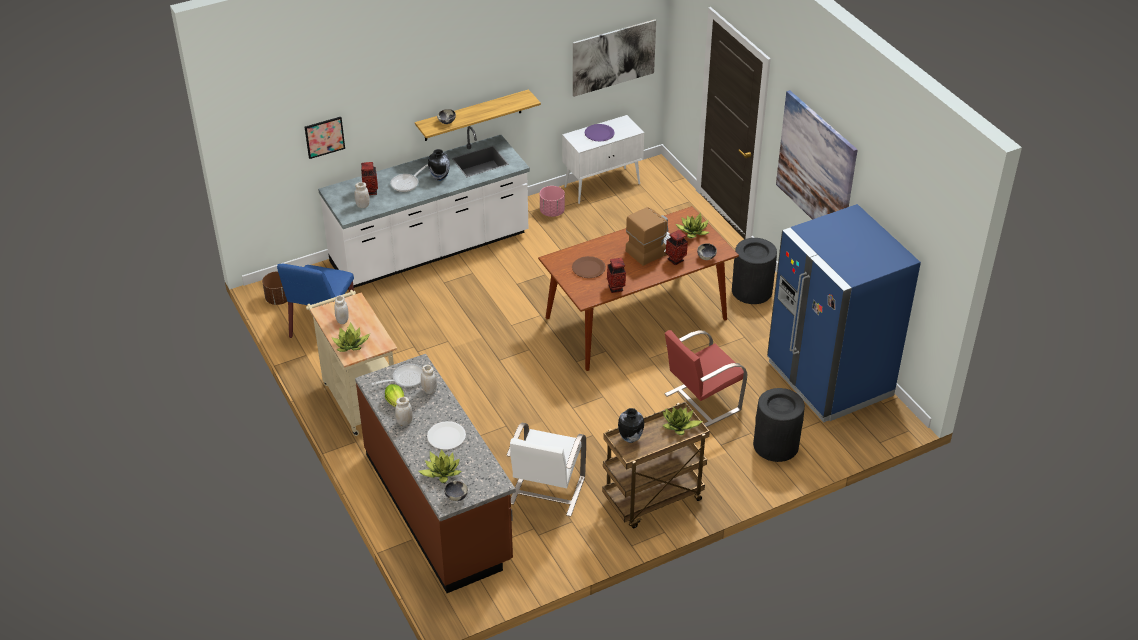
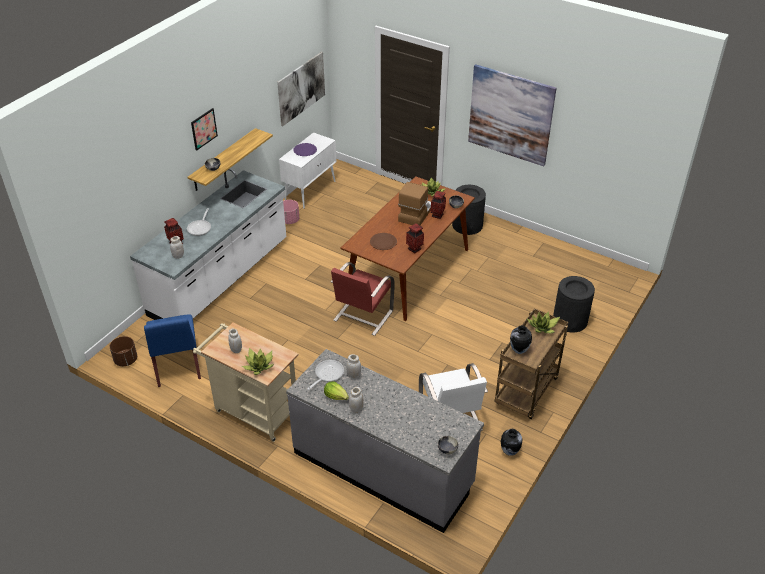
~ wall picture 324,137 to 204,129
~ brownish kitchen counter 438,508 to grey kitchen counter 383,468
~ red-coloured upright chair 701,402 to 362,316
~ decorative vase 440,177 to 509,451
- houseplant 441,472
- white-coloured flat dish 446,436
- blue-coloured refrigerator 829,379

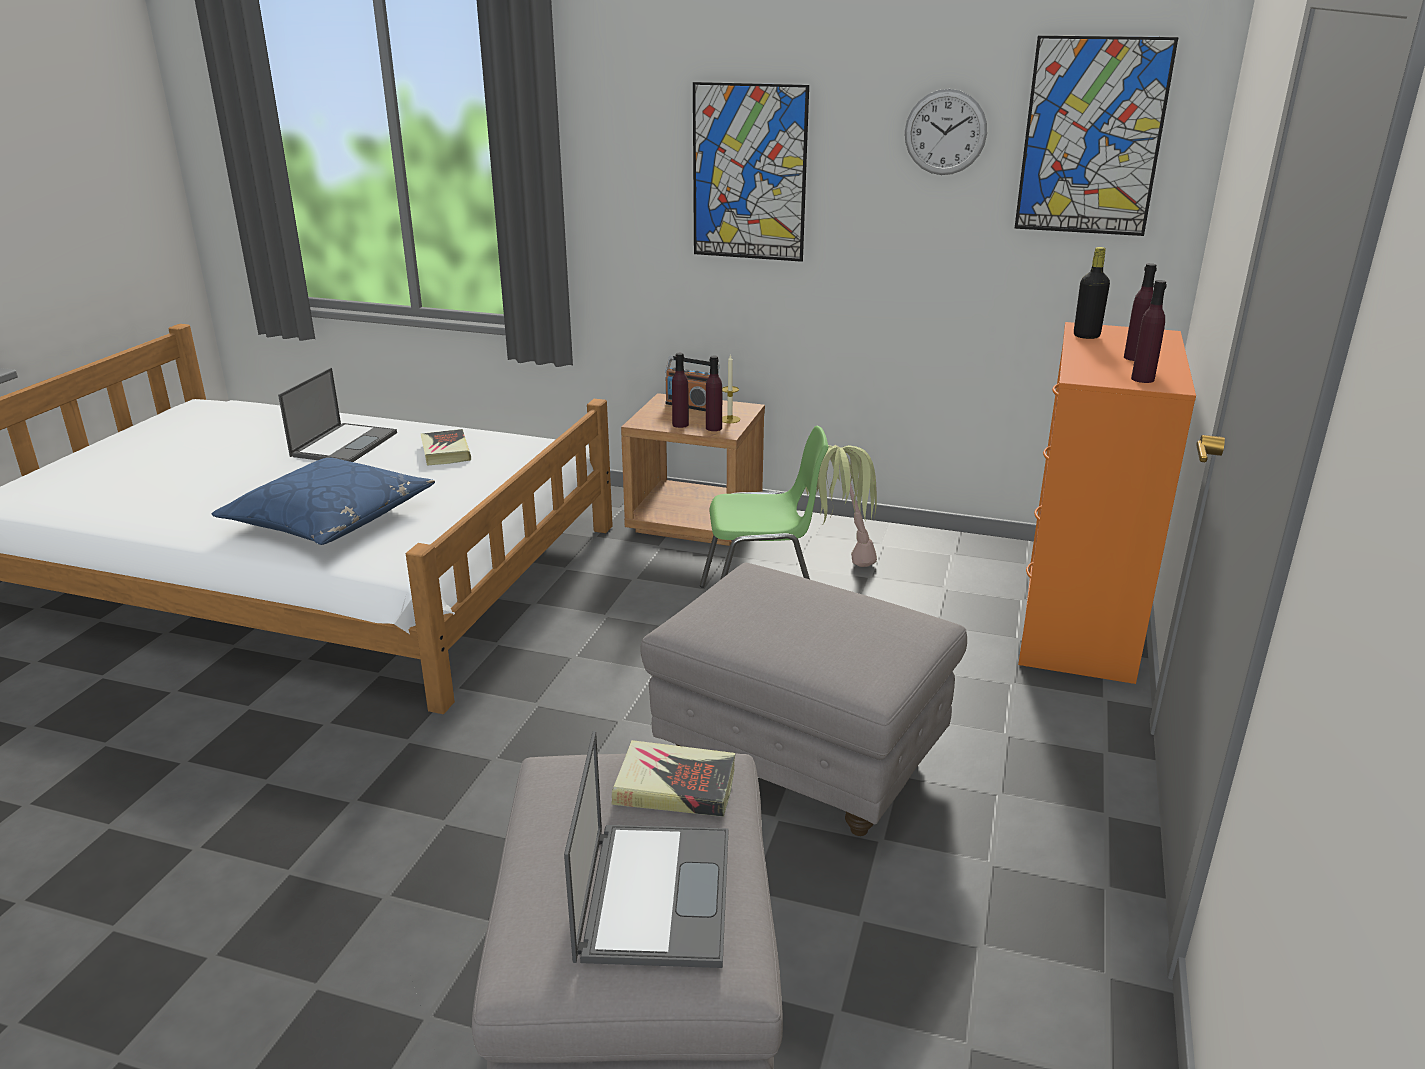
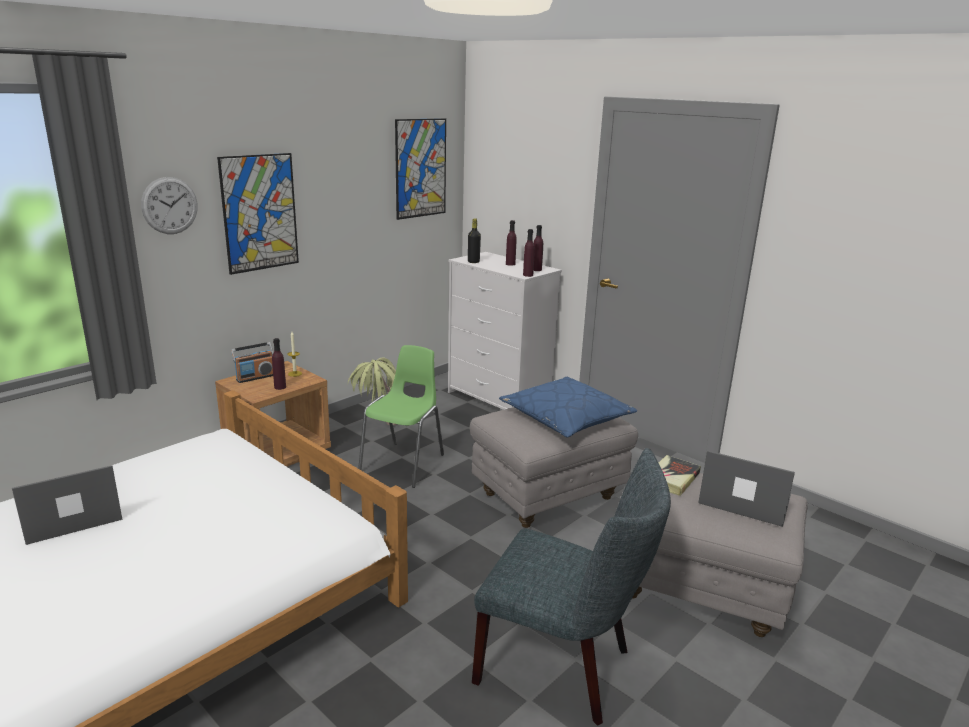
~ laptop 344,444 = 71,516 75 degrees counterclockwise
~ hanging clock 945,132 to 170,205
~ orange chest of drawers 1078,625 to white-coloured chest of drawers 499,399
+ grey upright chair 563,667
~ blue-coloured cushion 330,519 to 565,418
~ purplish drink bottle 714,428 to 528,275
- volume 445,452

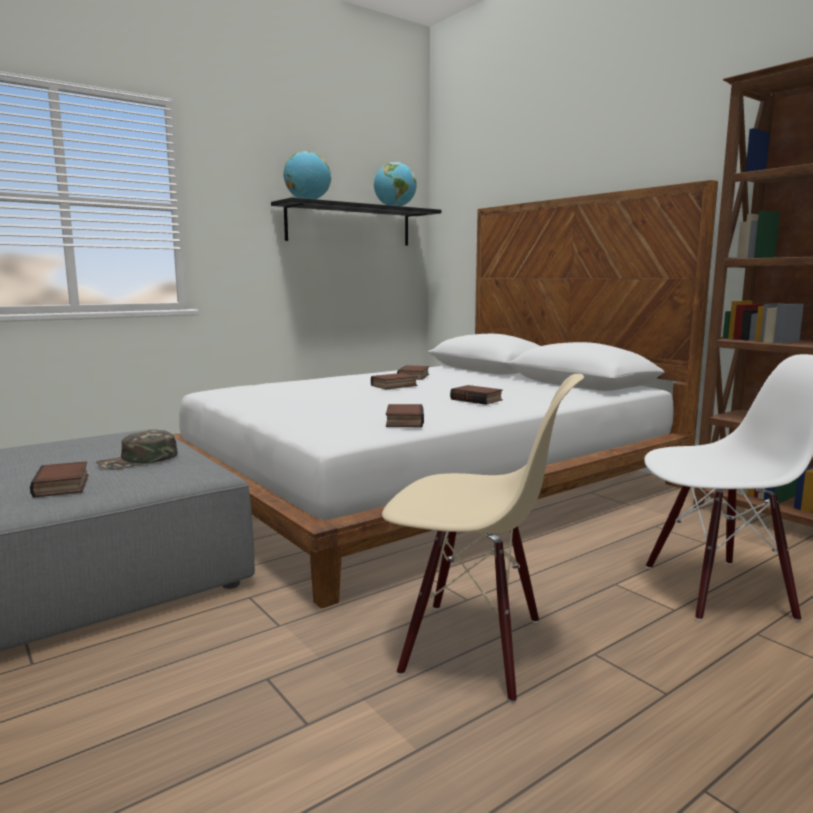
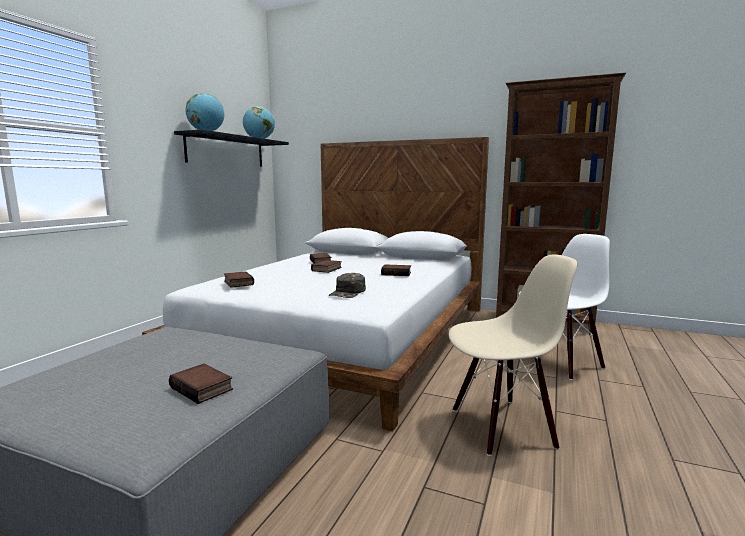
~ volume 403,421 to 237,283
~ greenish peaked cap 138,460 to 348,292

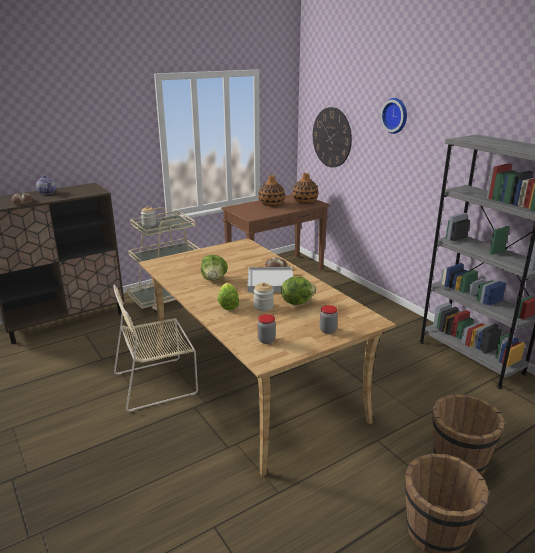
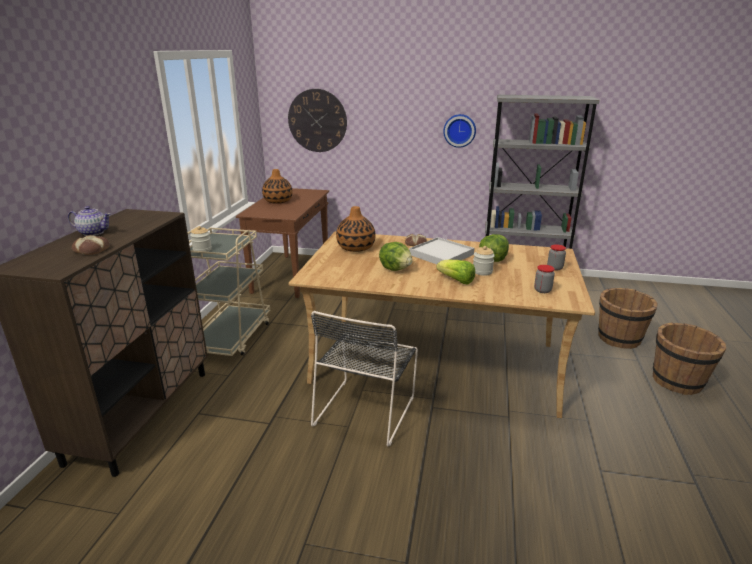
~ beige-coloured upright chair 158,382 to black-coloured upright chair 366,408
~ decorative vase 304,201 to 355,247
~ hanging clock 396,115 to 459,130

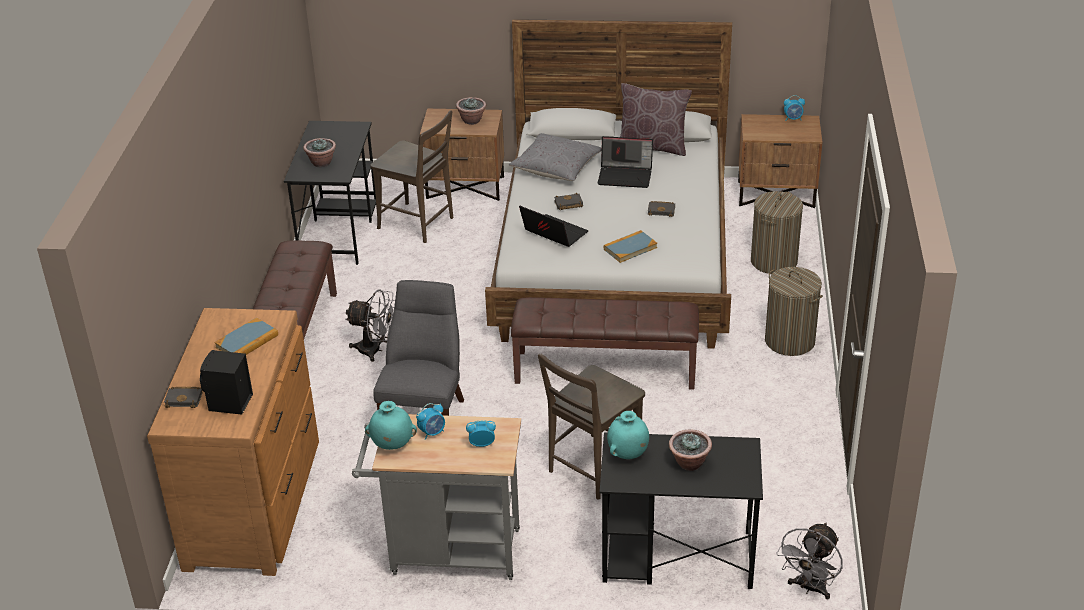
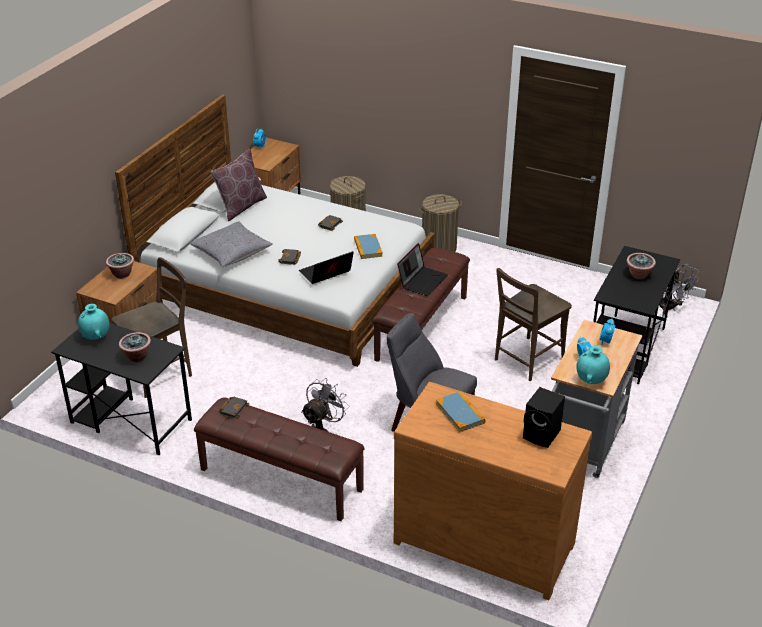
~ turquoise decorative vase 627,455 to 96,337
~ black-coloured volume 185,399 to 233,408
~ laptop 626,176 to 422,280
~ brownish upright chair 592,469 = 526,360 75 degrees clockwise

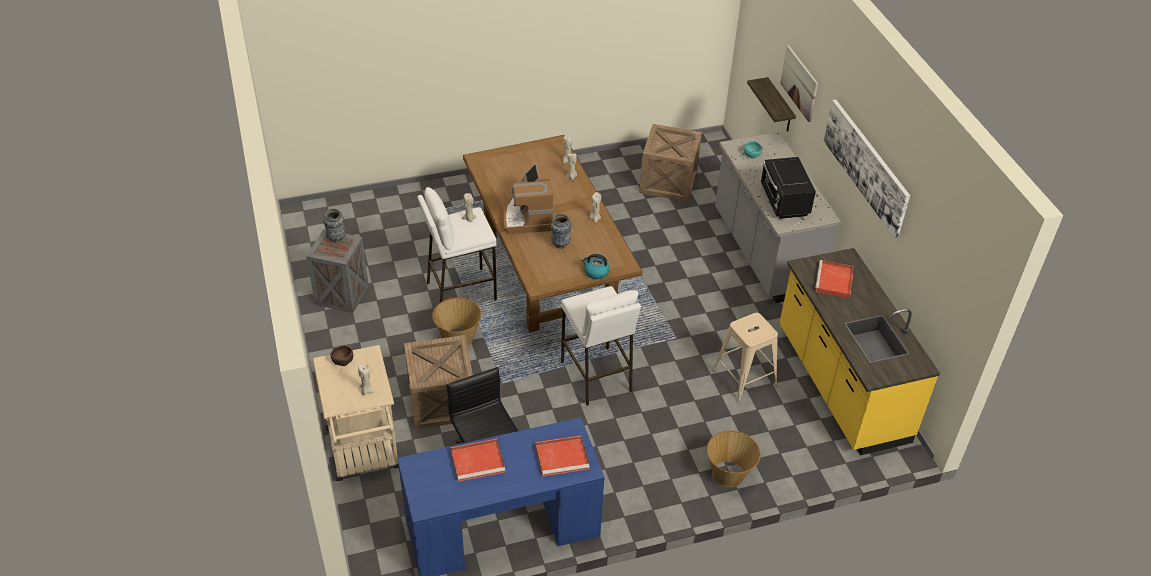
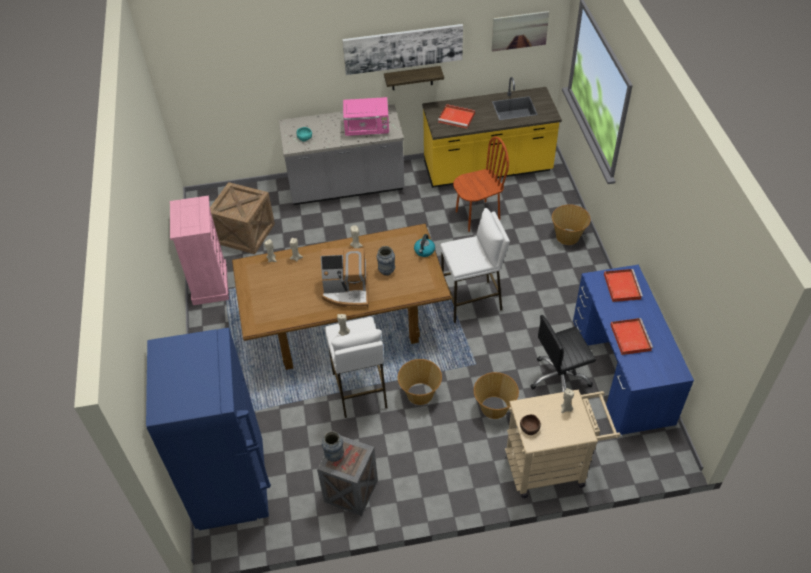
+ blue-coloured refrigerator 232,485
+ pinkish chest of drawers 210,284
~ black-coloured microwave 784,202 to pinkish microwave 367,128
~ bracket shelf 780,106 to 412,78
~ beige-coloured stool 744,377 to brownish upright chair 477,216
~ shipping crate 441,401 to basket 494,408
~ wall picture 799,83 to 519,31

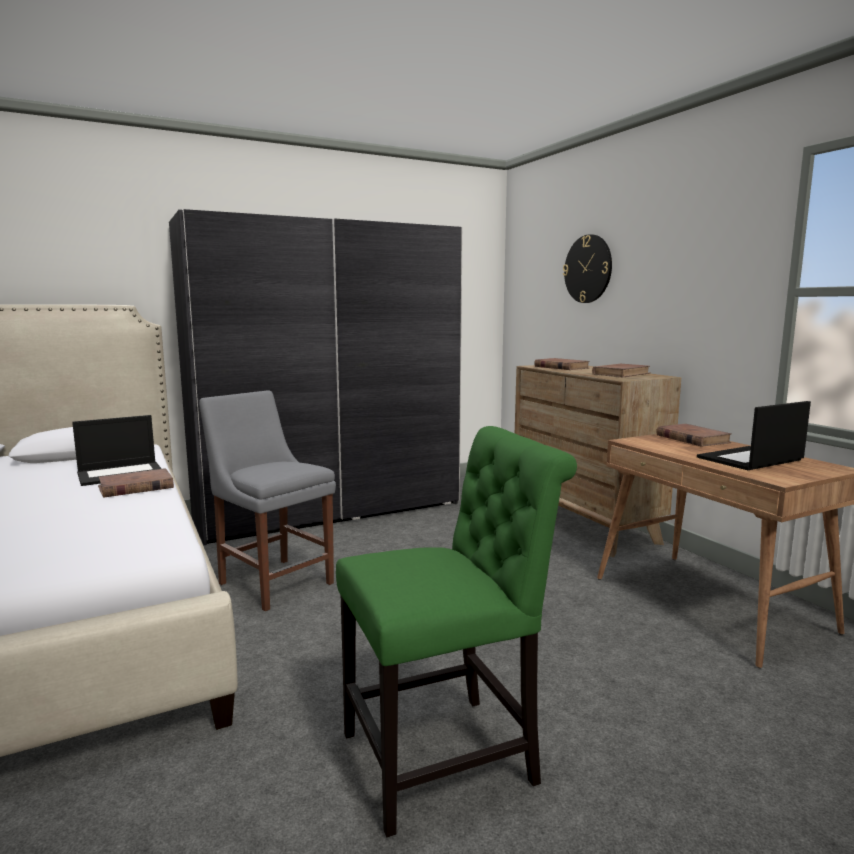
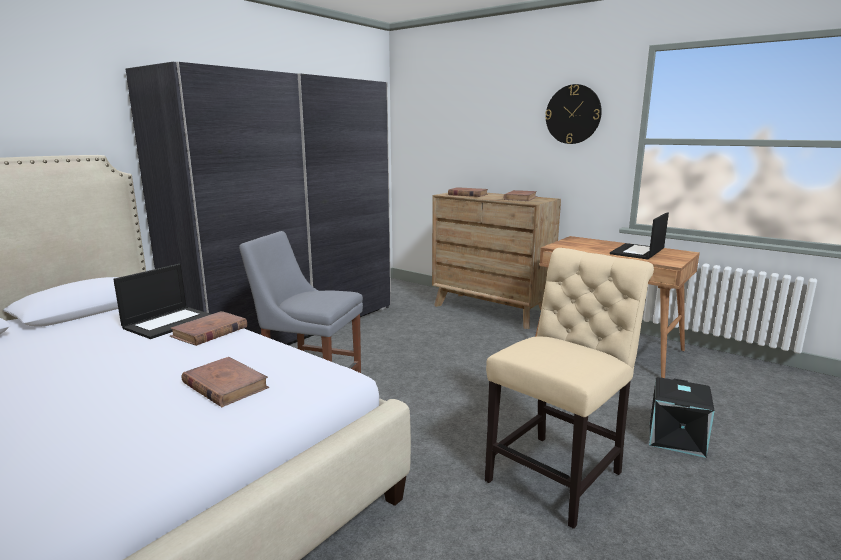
~ brownish volume 692,439 to 225,385
~ greenish upright chair 448,756 to beige-coloured upright chair 558,474
~ hanging clock 588,269 to 573,114
+ black-coloured storage container 677,438

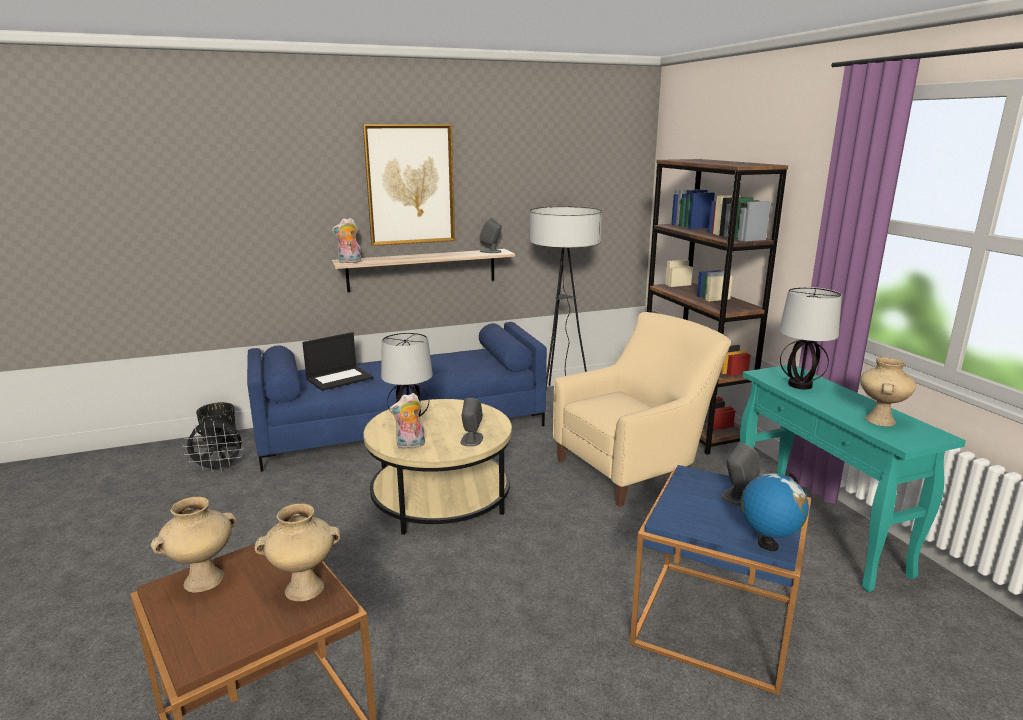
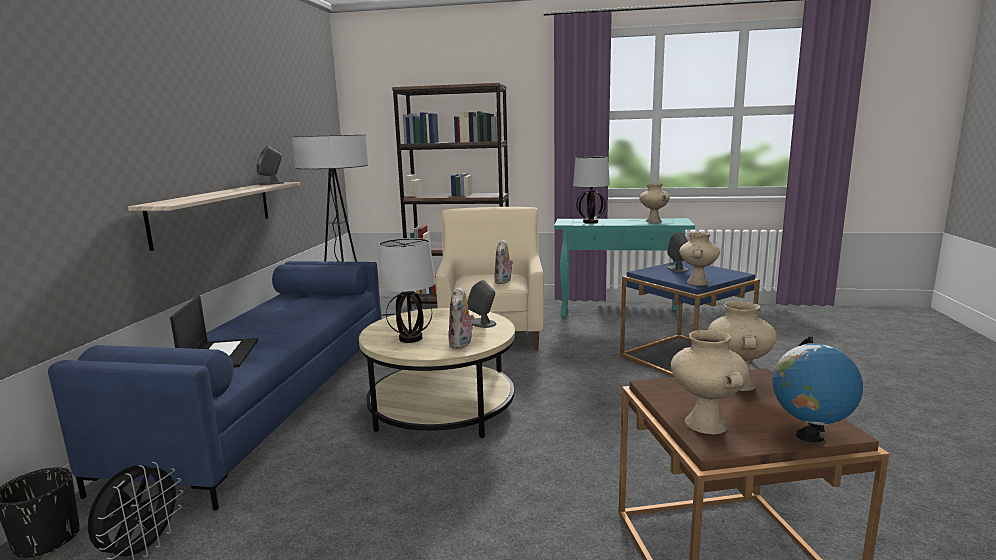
~ cuddly toy 349,262 to 504,281
+ beige-coloured decorative vase 697,282
~ desk globe 767,545 to 809,436
- wall picture 410,185

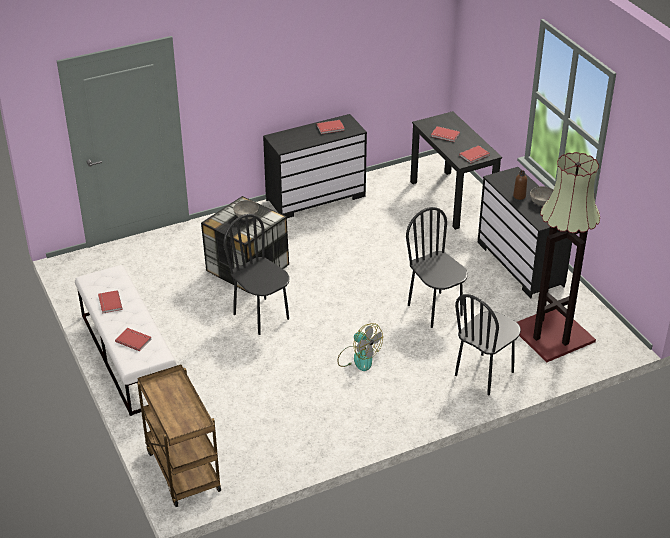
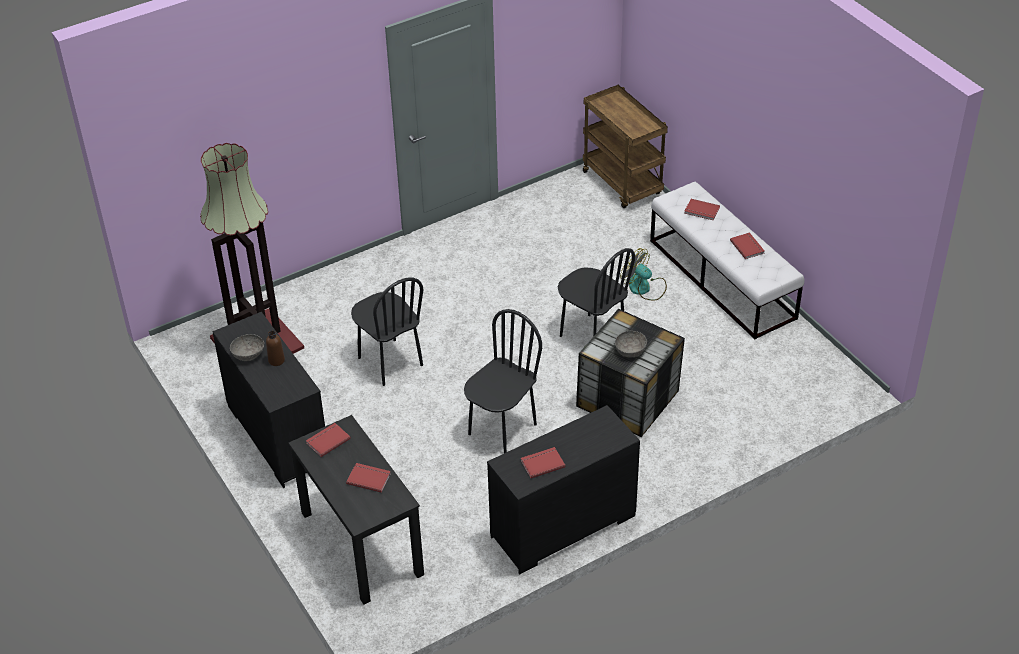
~ black-coloured upright chair 484,374 to 502,429
~ fan 358,358 to 644,288

